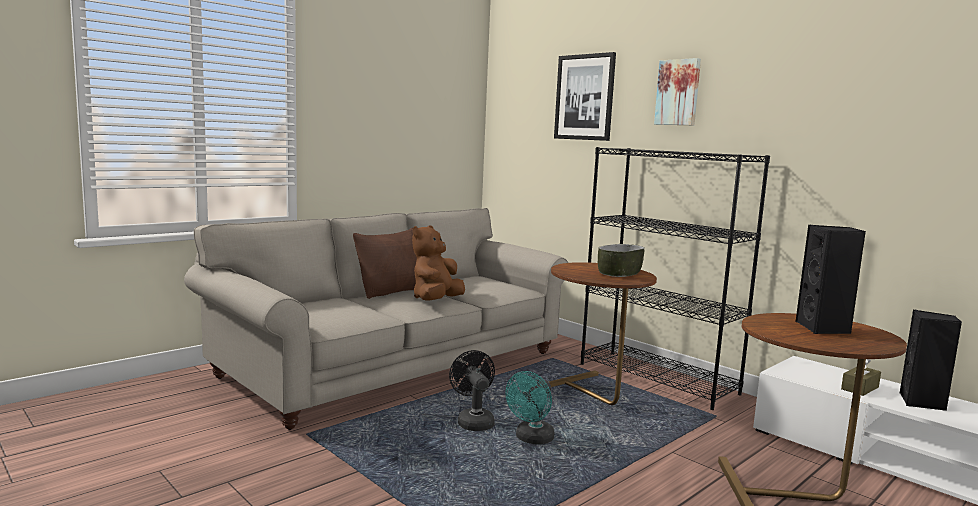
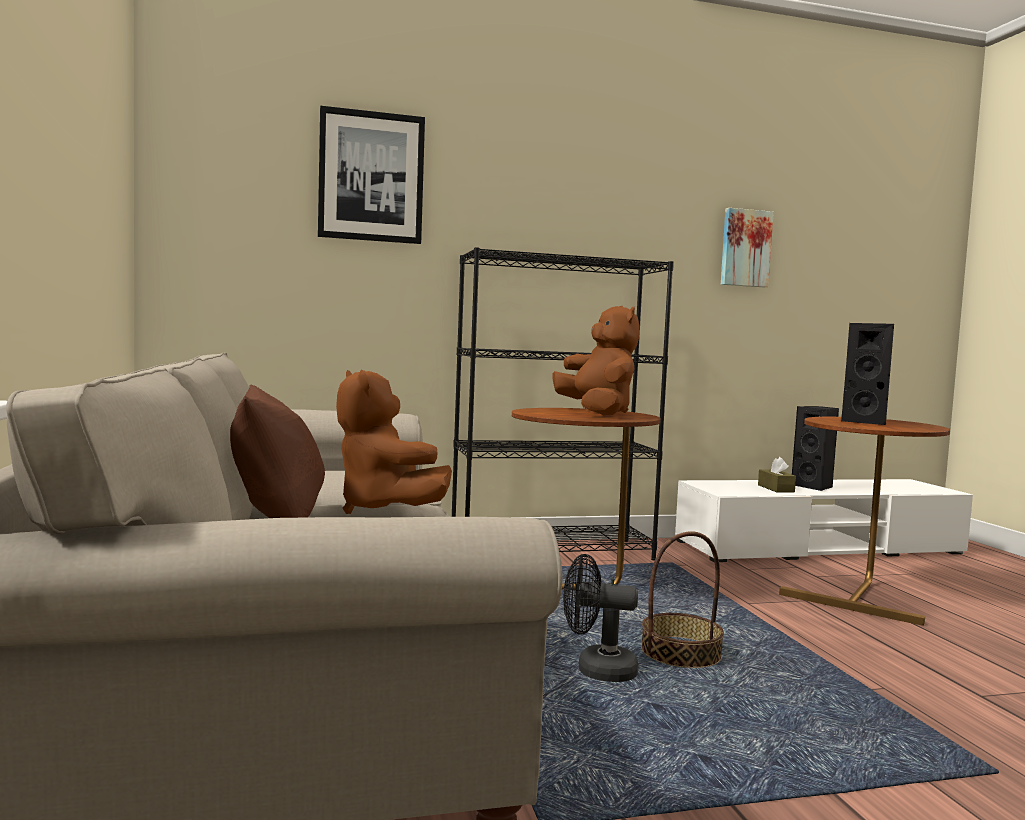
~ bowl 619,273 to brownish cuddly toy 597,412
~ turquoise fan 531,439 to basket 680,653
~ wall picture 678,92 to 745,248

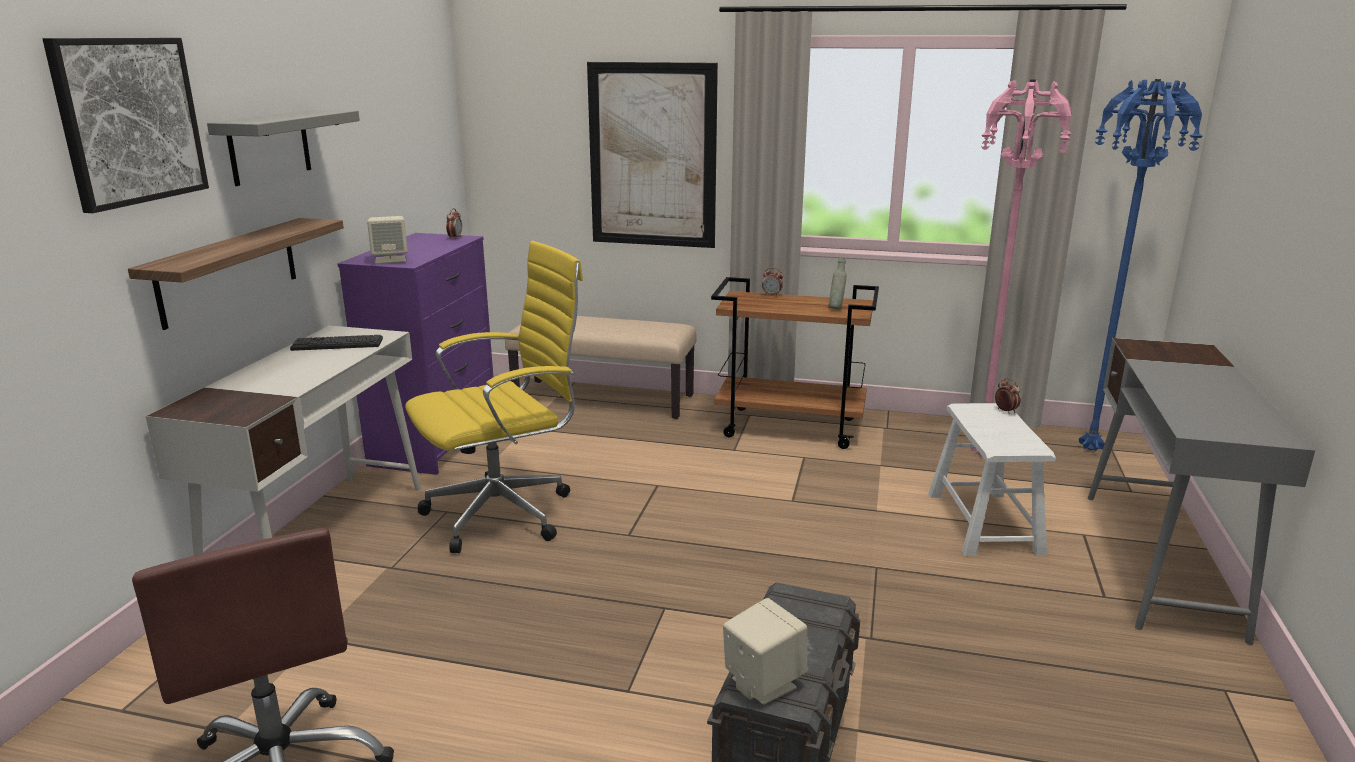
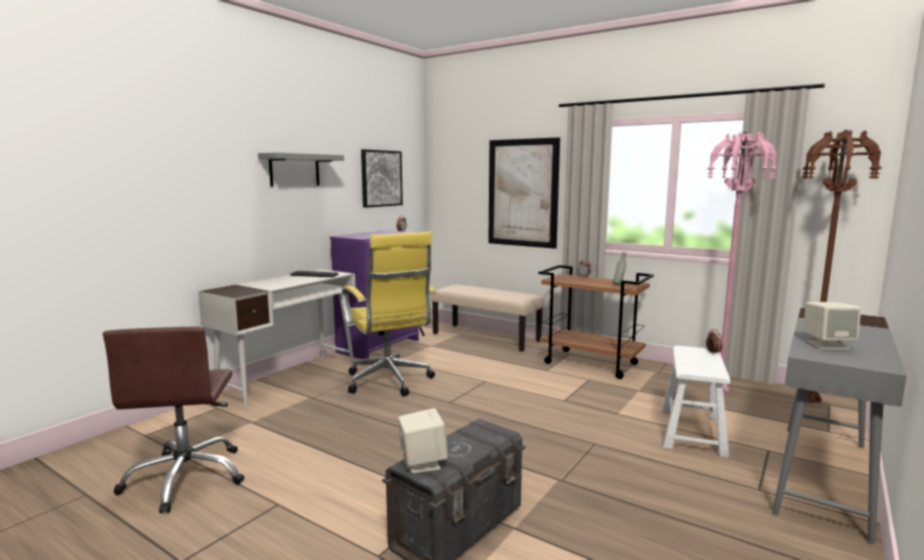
~ yellow-coloured computer chair 506,513 = 389,382 75 degrees clockwise
~ wall picture 129,121 to 381,178
~ blue-coloured standard lamp 1091,451 to brownish standard lamp 810,403
~ beige-coloured speaker 390,260 to 827,345
- bracket shelf 229,271

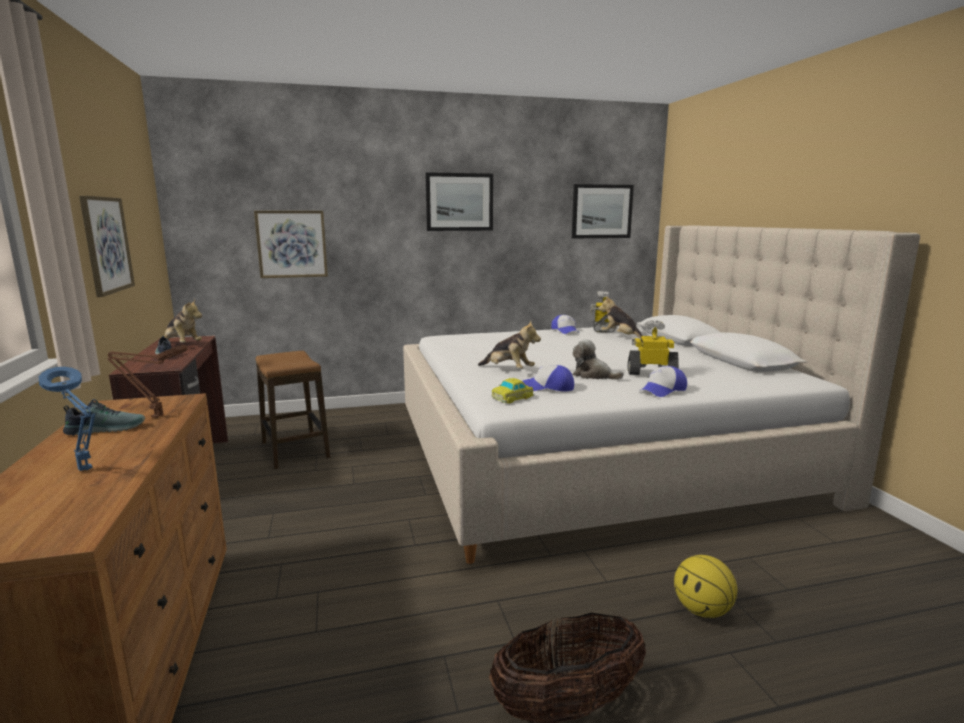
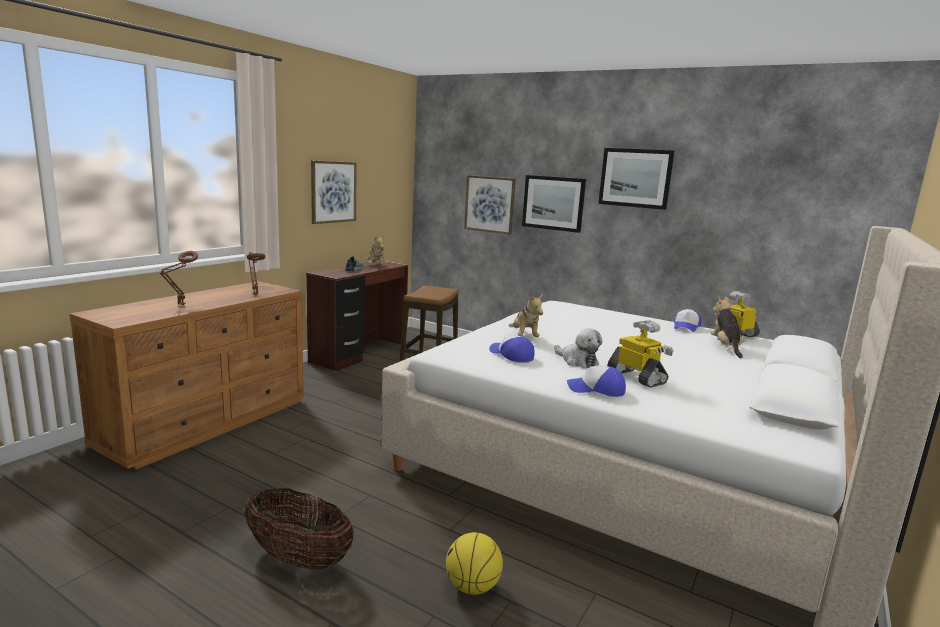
~ blue-coloured tabletop lamp 86,470 to brownish tabletop lamp 180,305
~ wall picture 601,211 to 553,203
~ cuddly toy 593,375 = 577,361 150 degrees clockwise
- shoe 106,429
- miniature car 513,397

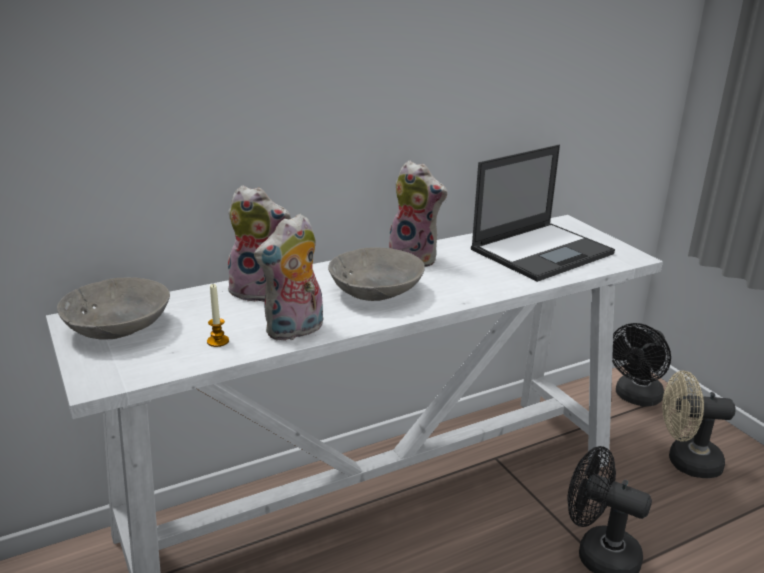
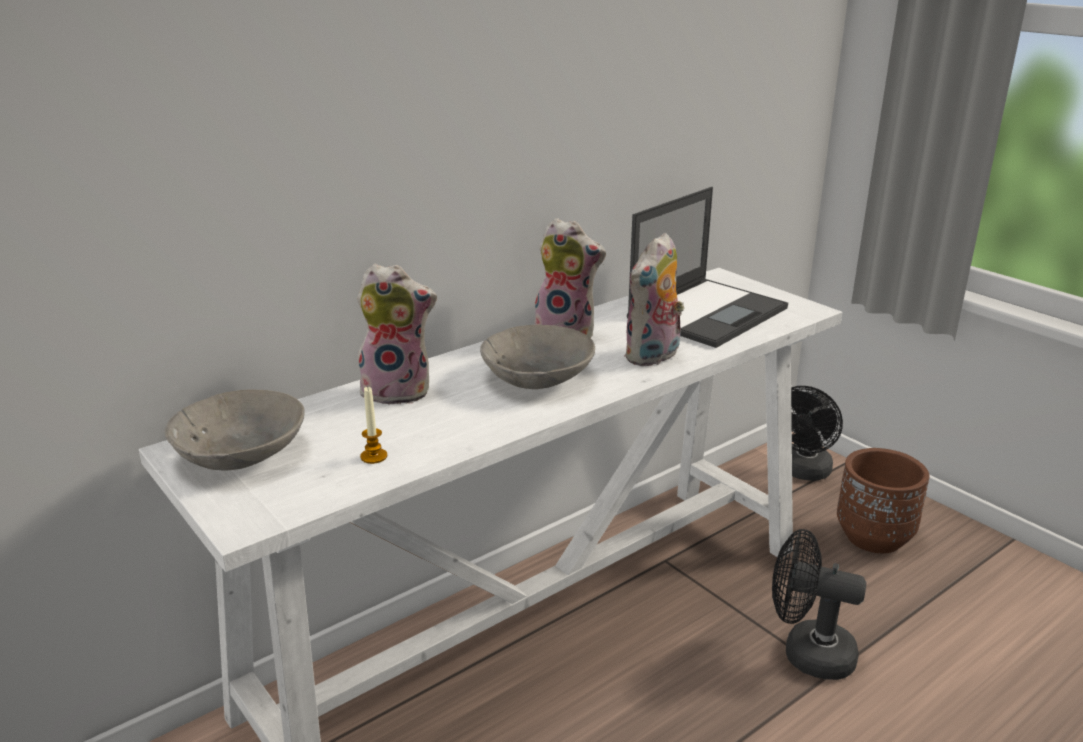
~ cuddly toy 295,331 to 653,357
~ beige-coloured fan 685,462 to brownish plant pot 874,537

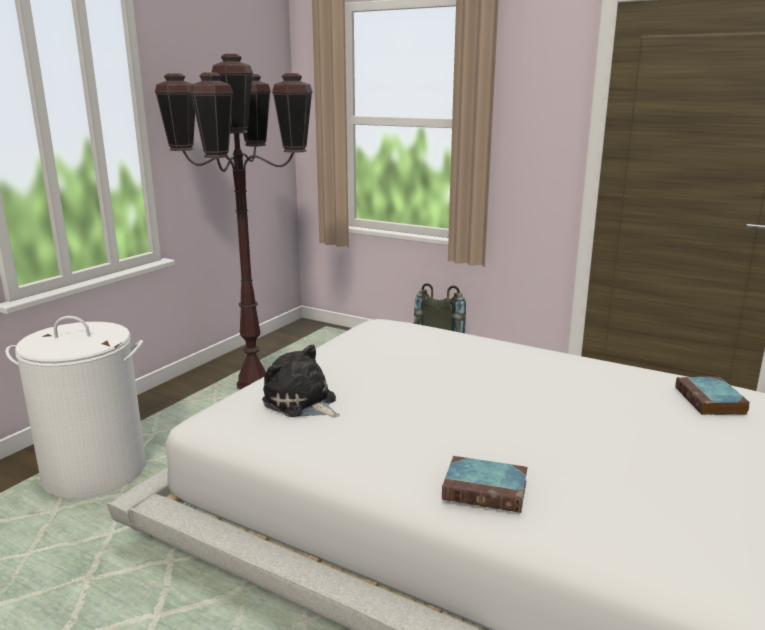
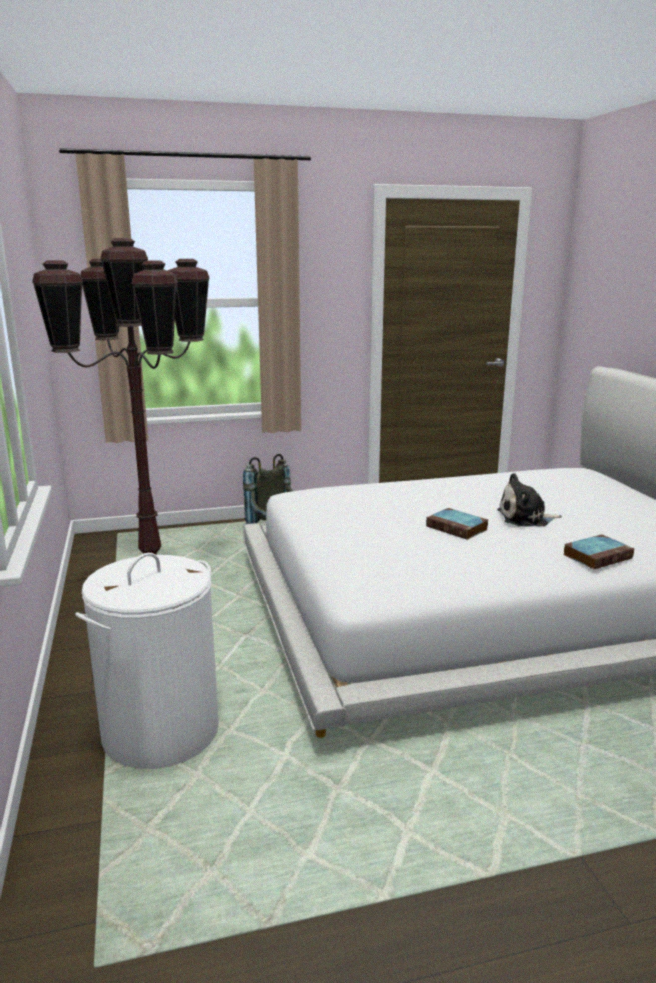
~ volume 711,401 to 458,528
~ cuddly toy 302,403 to 526,518

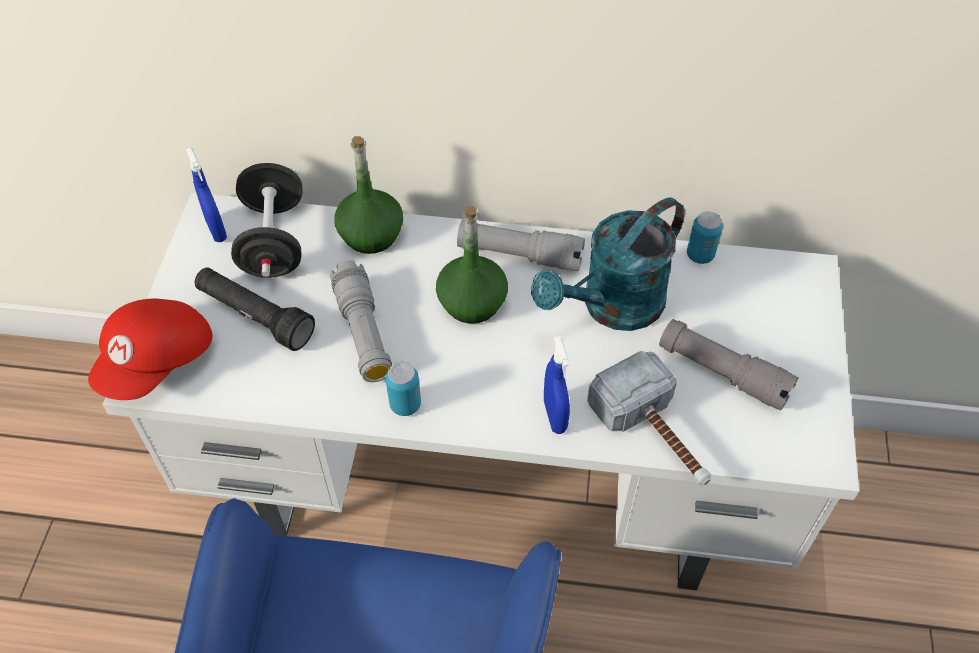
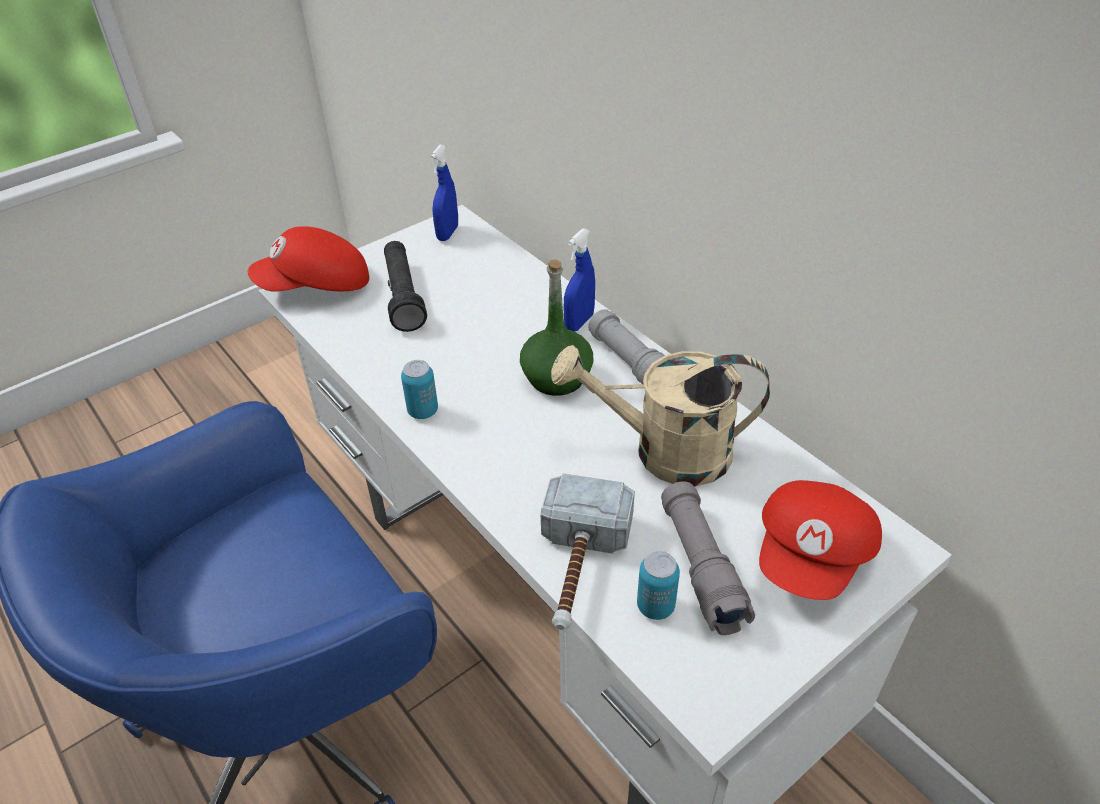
~ turquoise watering can 612,308 to beige-coloured watering can 664,452
~ blue-coloured spray bottle 554,416 to 579,322
~ metal can 700,255 to 655,606
+ red-coloured peaked cap 813,556
- black-coloured hand weight 273,241
- grey hand torch 363,332
- greenish drink bottle 371,235

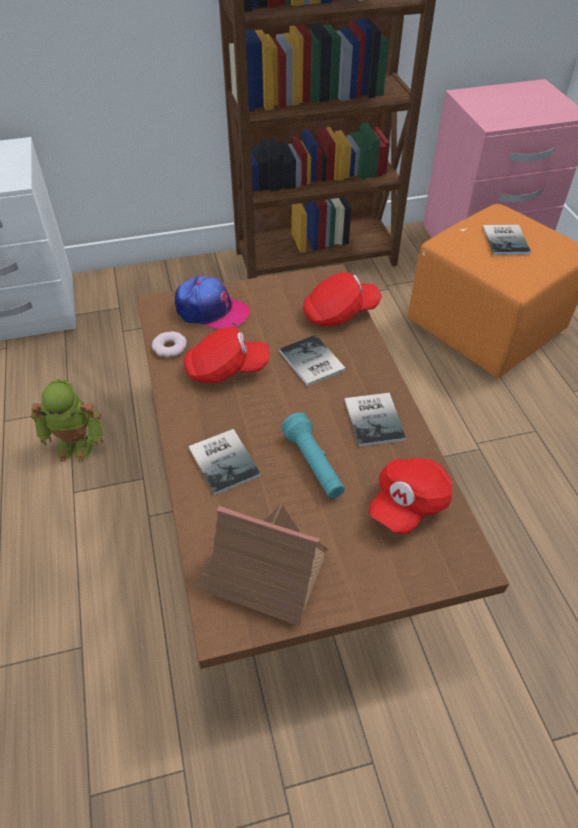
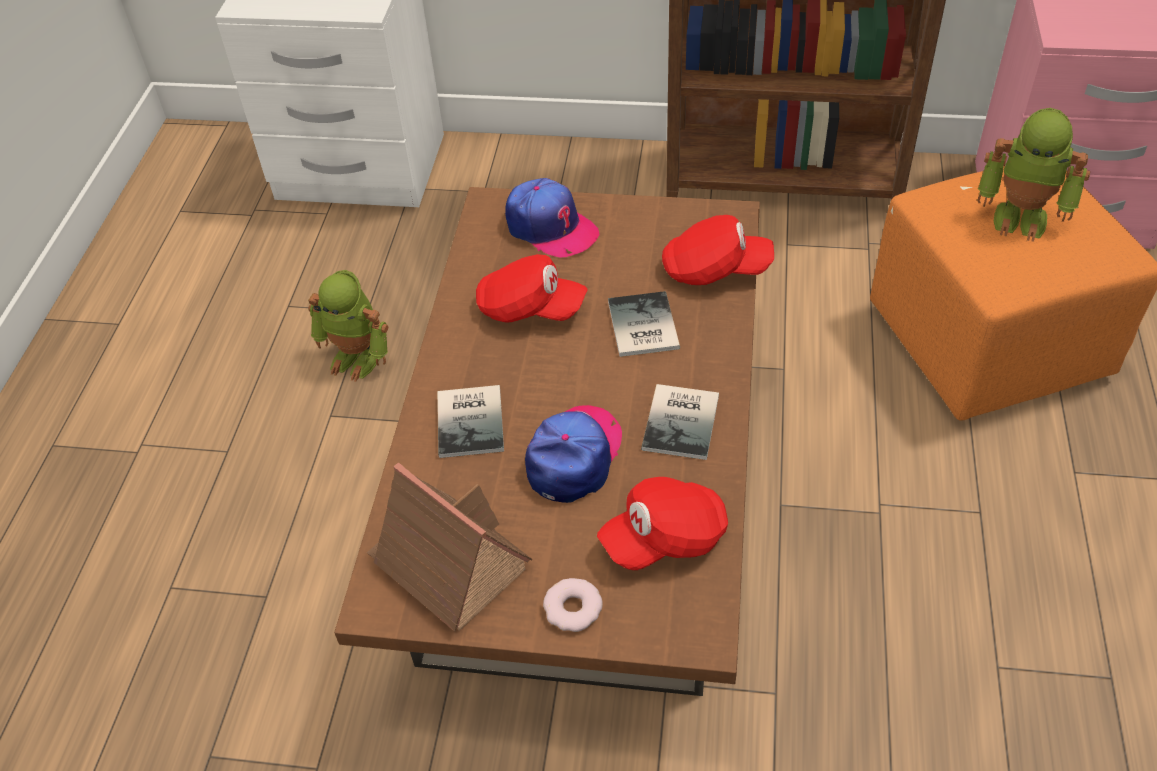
~ turquoise hand torch 313,464 to peaked cap 574,456
~ donut 170,347 to 573,608
~ volume 506,240 to toy robot 1021,217

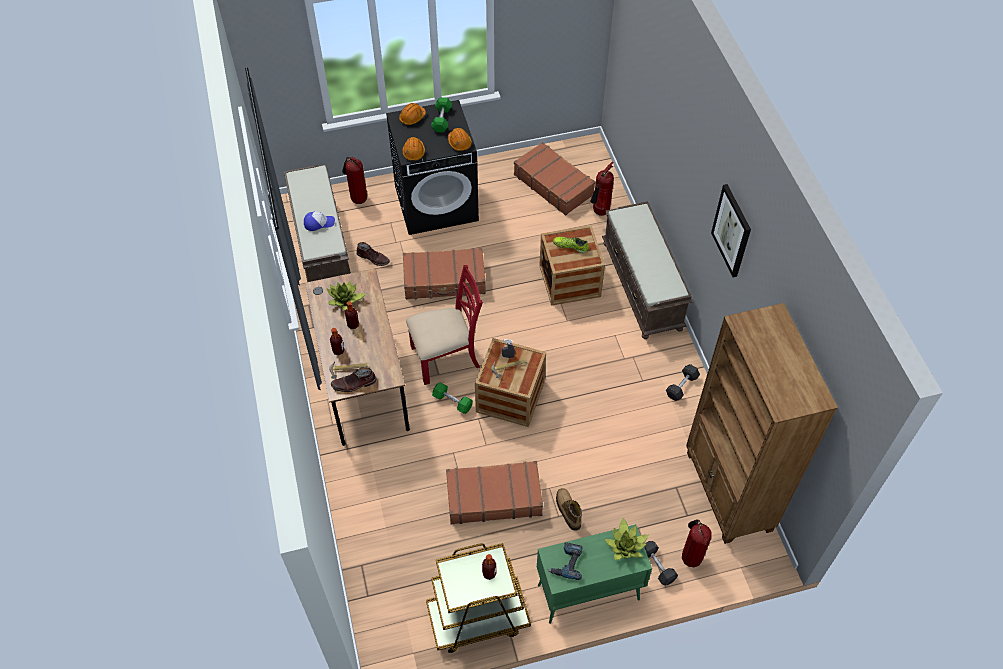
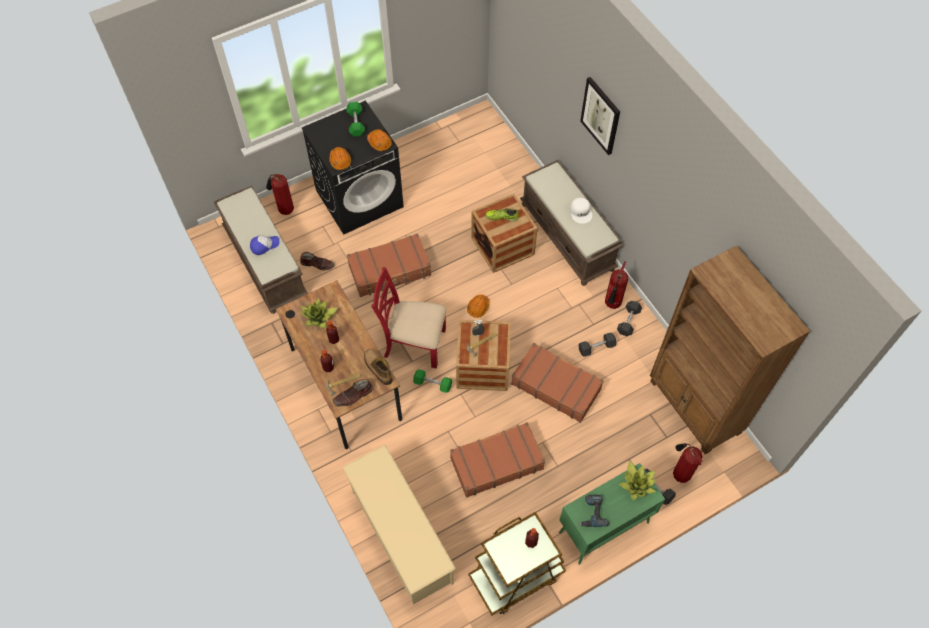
+ beige-coloured shoe rack 401,536
~ boot 567,511 to 377,368
~ red-coloured upright chair 446,356 = 414,343 135 degrees counterclockwise
~ orange hard hat 412,117 to 478,307
~ brownish suitcase 553,184 to 556,386
+ white-coloured peaked cap 581,212
+ grey hand weight 596,347
~ wall picture 732,230 to 601,115
~ extinguisher 600,213 to 612,305

